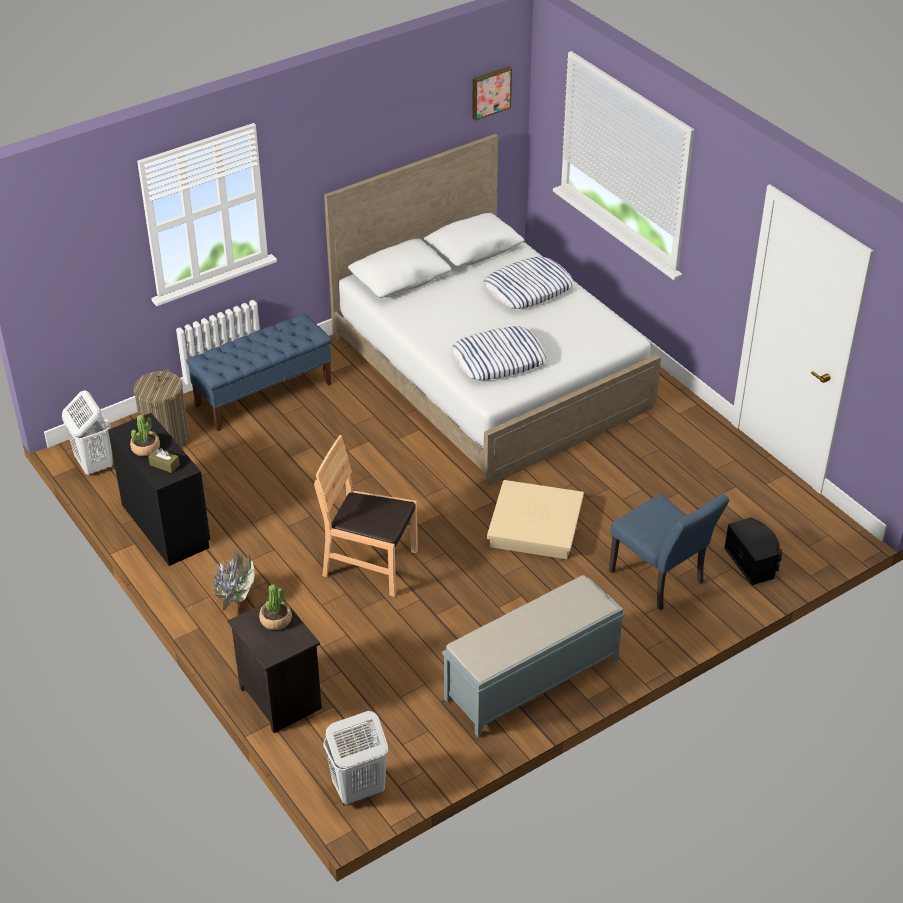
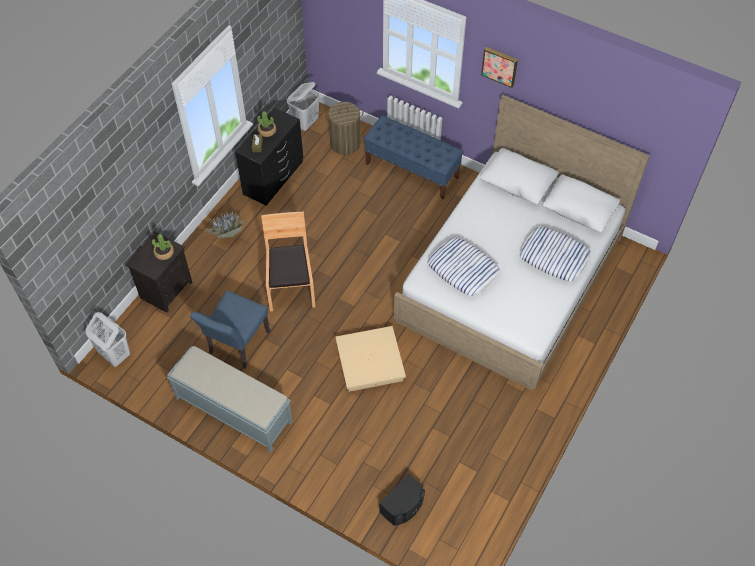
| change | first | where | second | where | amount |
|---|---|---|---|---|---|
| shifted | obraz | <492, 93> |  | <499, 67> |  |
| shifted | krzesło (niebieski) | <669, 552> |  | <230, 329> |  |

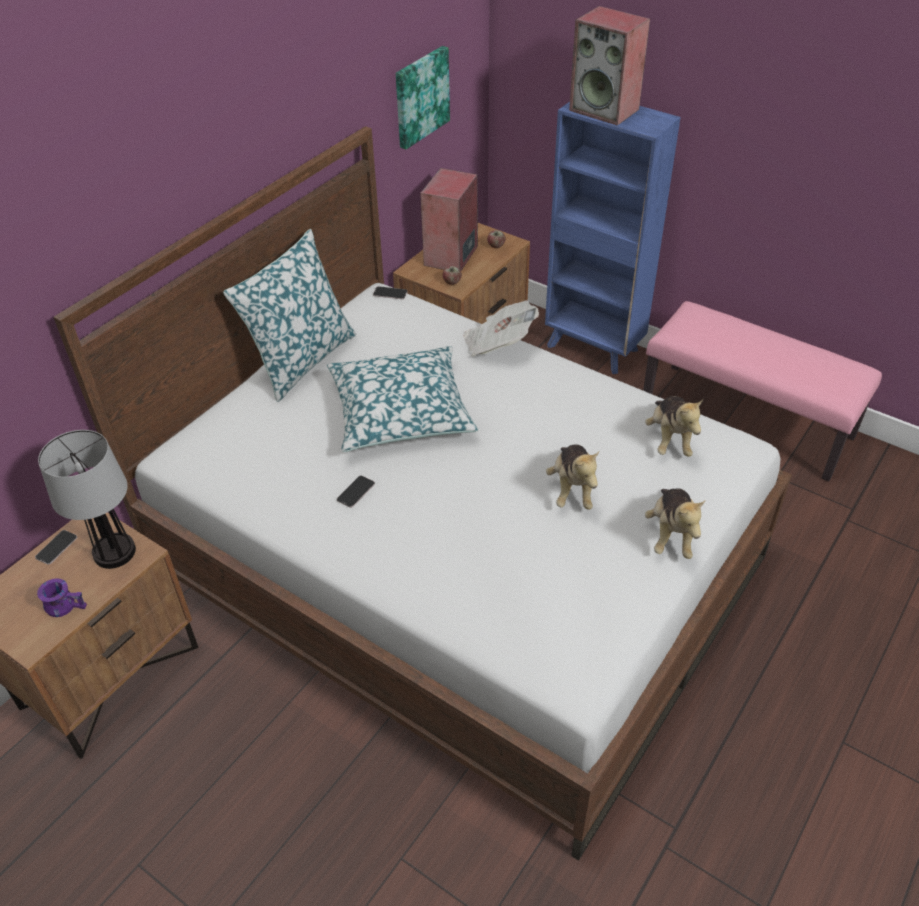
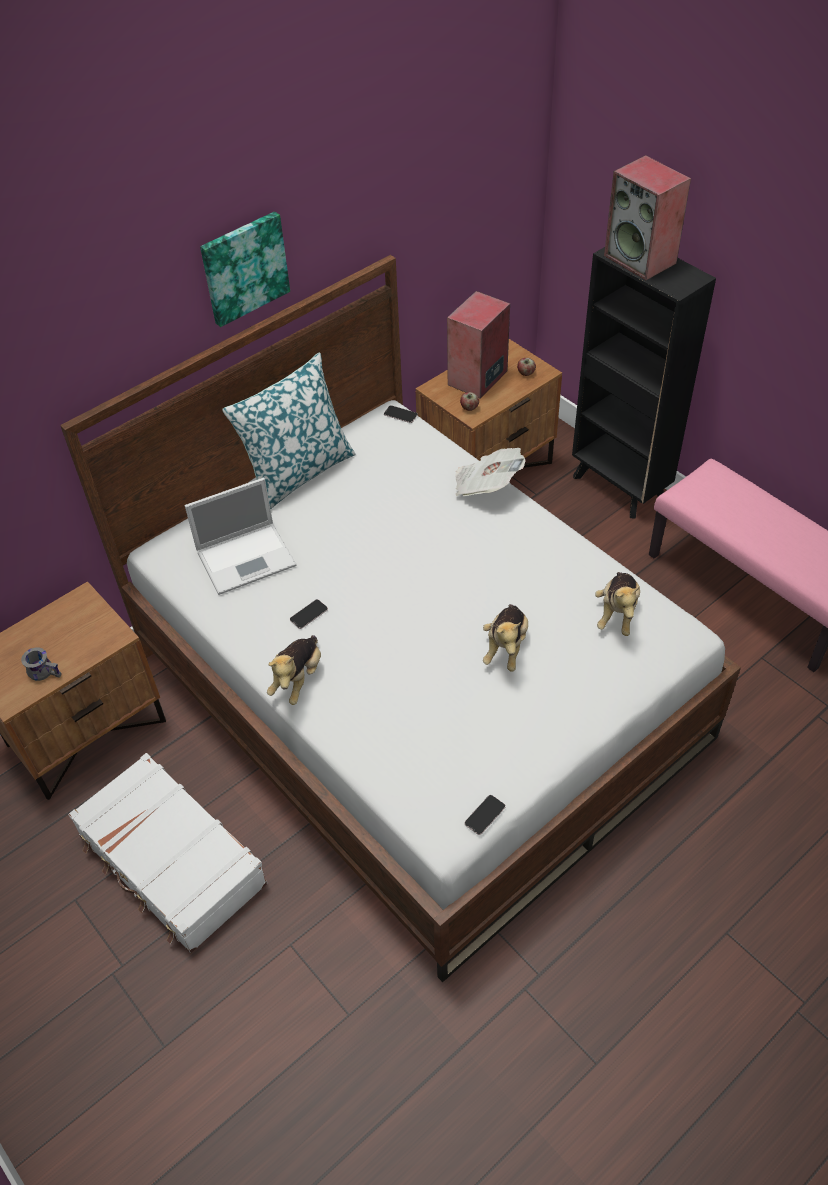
| change | first | where | second | where | amount |
|---|---|---|---|---|---|
| gone | lampa stołowa | <87, 499> |  |  |  |
| gone | poduszka | <402, 399> |  |  |  |
| new |  |  | walizka (biały) | <167, 853> |  |
| new |  |  | laptop | <240, 536> |  |
| shifted | telefon | <56, 547> |  | <485, 815> |  |
| shifted | obraz | <423, 97> |  | <245, 269> |  |
| shifted | pluszak | <675, 523> |  | <294, 670> |  |
| repainted | kubek (fioletowy) | <62, 597> | kubek (szary) | <41, 664> |  |
| repainted | regał (niebieski) | <613, 238> | regał (czarny) | <644, 382> |  |

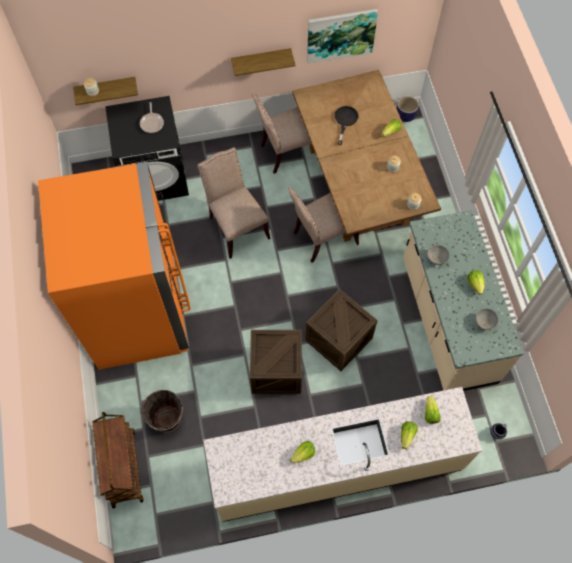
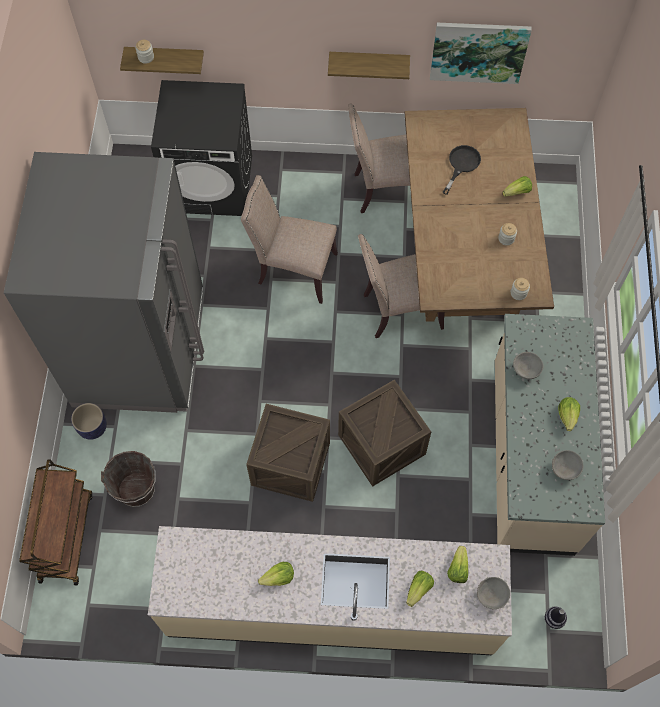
| change | first | where | second | where | amount |
|---|---|---|---|---|---|
| gone | patelnia | <152, 117> |  |  |  |
| new |  |  | miska (szary) | <493, 593> |  |
| shifted | donica | <408, 109> |  | <89, 421> |  |
| repainted | lodówka (pomarańczowy) | <114, 266> | lodówka (szary) | <104, 282> |  |
| rotated | krzesło (beżowy) | <234, 203> |  | <289, 239> | 60 degrees counterclockwise |

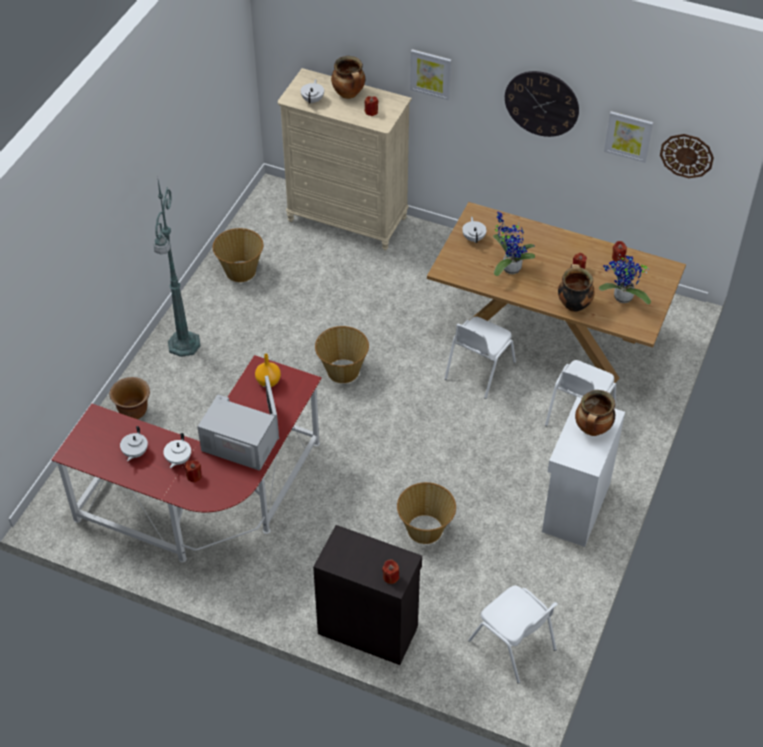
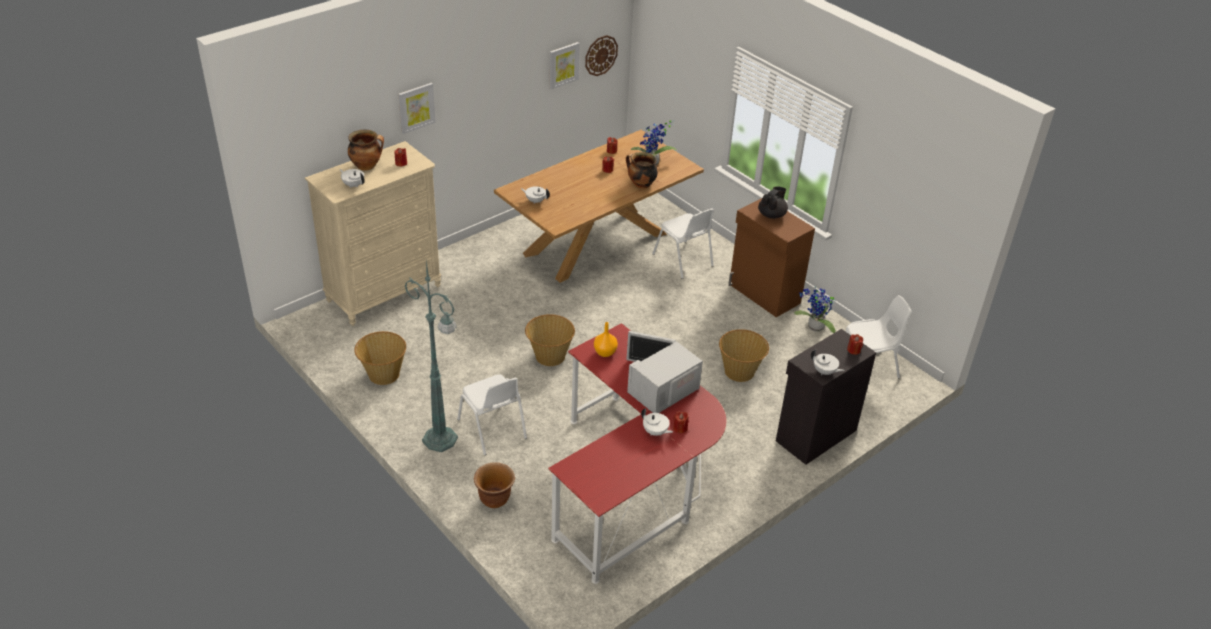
| change | first | where | second | where | amount |
|---|---|---|---|---|---|
| gone | zegar ścienny | <542, 104> |  |  |  |
| shifted | imbryk (biały) | <134, 443> |  | <827, 362> |  |
| shifted | krzesło (biały) | <480, 358> |  | <492, 414> |  |
| shifted | roślina doniczkowa | <514, 244> |  | <815, 310> |  |
| swapped | garnek | <595, 413> | imbryk (czarny) | <773, 203> |  |
| repainted | szafka (biały) | <583, 472> | szafka (brązowy) | <771, 257> |  |

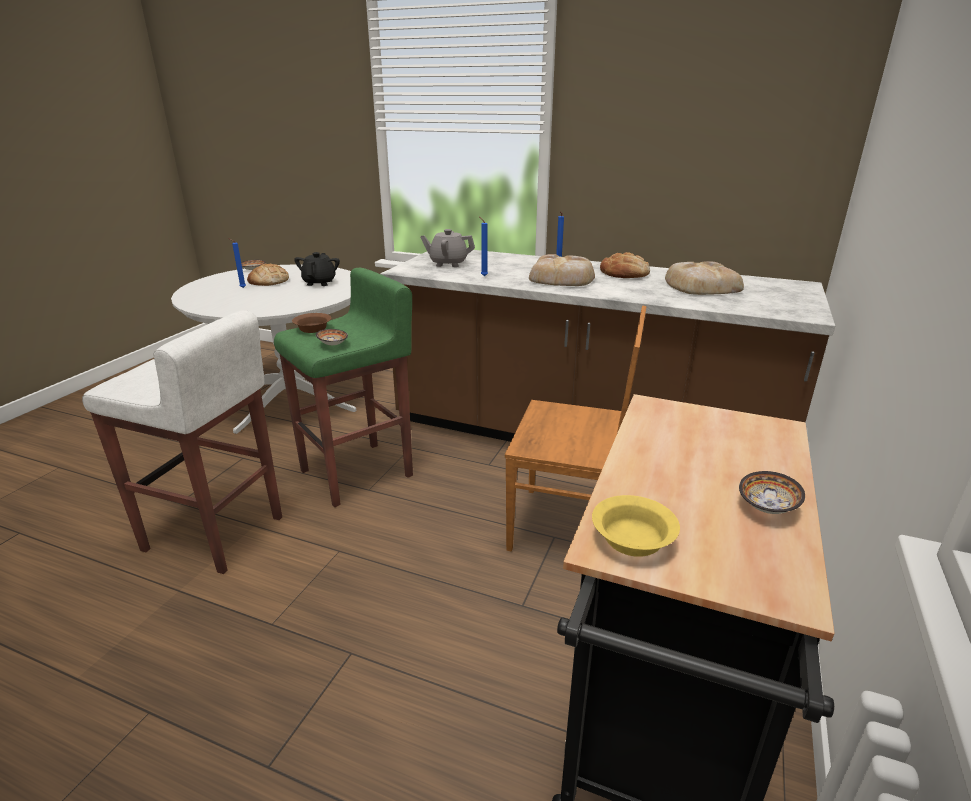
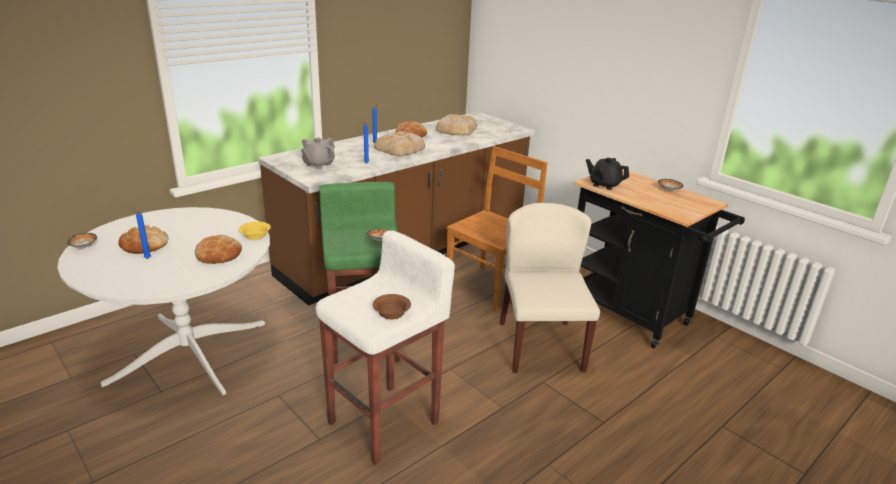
| change | first | where | second | where | amount |
|---|---|---|---|---|---|
| new |  |  | chleb | <218, 249> |  |
| new |  |  | krzesło (beżowy) | <550, 288> |  |
| shifted | miska (brązowy) | <311, 323> |  | <392, 306> |  |
| shifted | imbryk (czarny) | <317, 269> |  | <607, 174> |  |
| shifted | miska (żółty) | <636, 526> |  | <255, 230> |  |

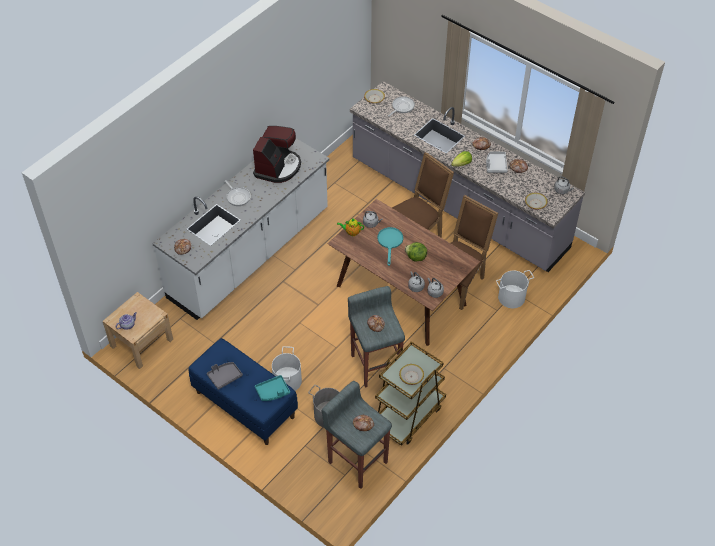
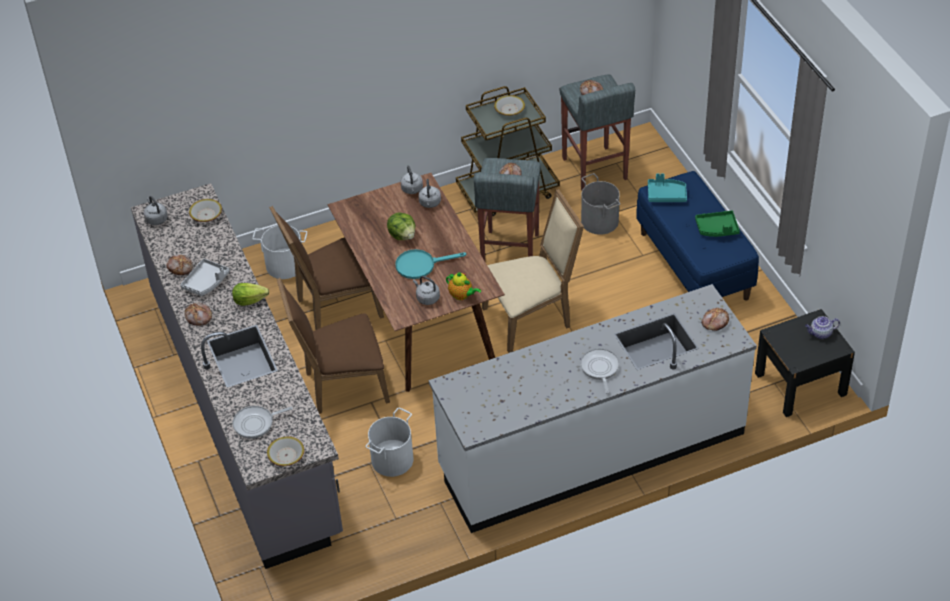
| change | first | where | second | where | amount |
|---|---|---|---|---|---|
| gone | ekspres do kawy | <277, 154> |  |  |  |
| new |  |  | krzesło (beżowy) | <533, 271> |  |
| shifted | wiadro (biały) | <287, 368> |  | <390, 442> |  |
| repainted | szafka nocna (beżowy) | <138, 330> | szafka nocna (czarny) | <805, 363> |  |
| repainted | taca (szary) | <225, 376> | taca (zielony) | <717, 224> |  |
| rotated | patelnia (turkusowy) | <390, 246> |  | <430, 264> | 45 degrees clockwise |

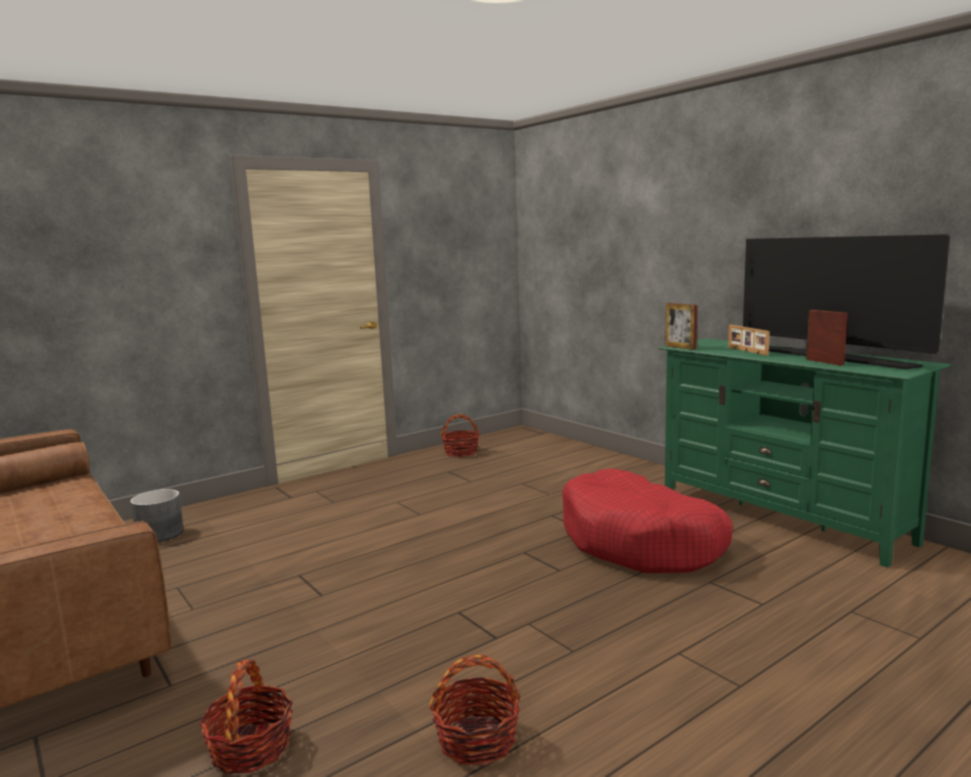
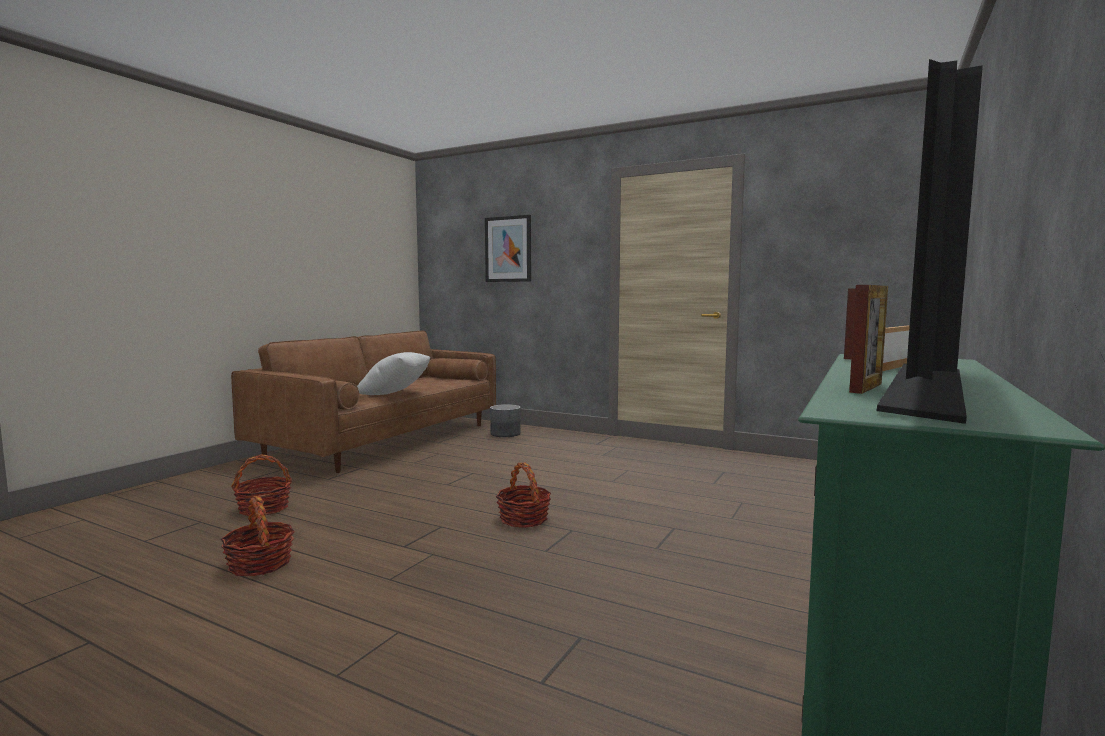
| change | first | where | second | where | amount |
|---|---|---|---|---|---|
| gone | legowisko (czerwony) | <647, 521> |  |  |  |
| new |  |  | poduszka (biały) | <393, 373> |  |
| new |  |  | obraz | <508, 248> |  |
| shifted | koszyk | <459, 435> |  | <523, 495> |  |

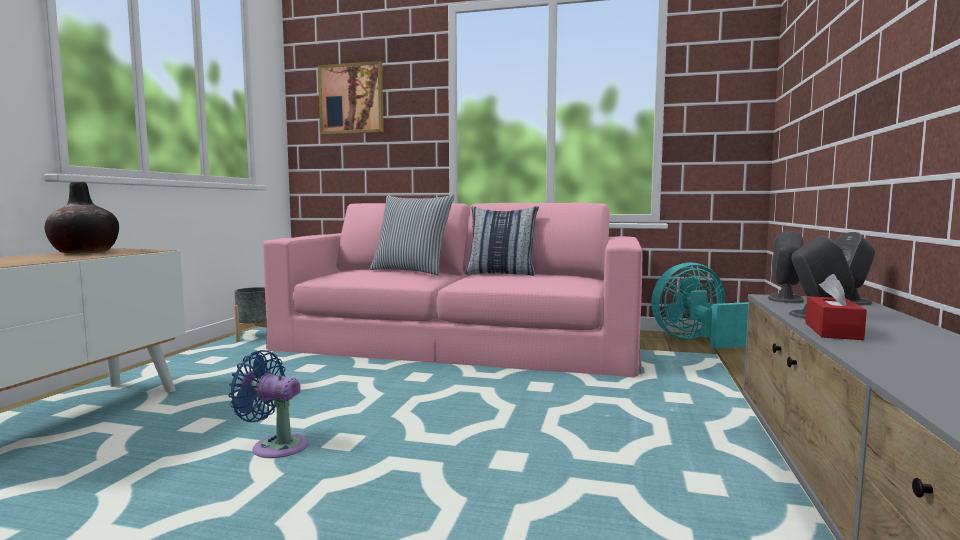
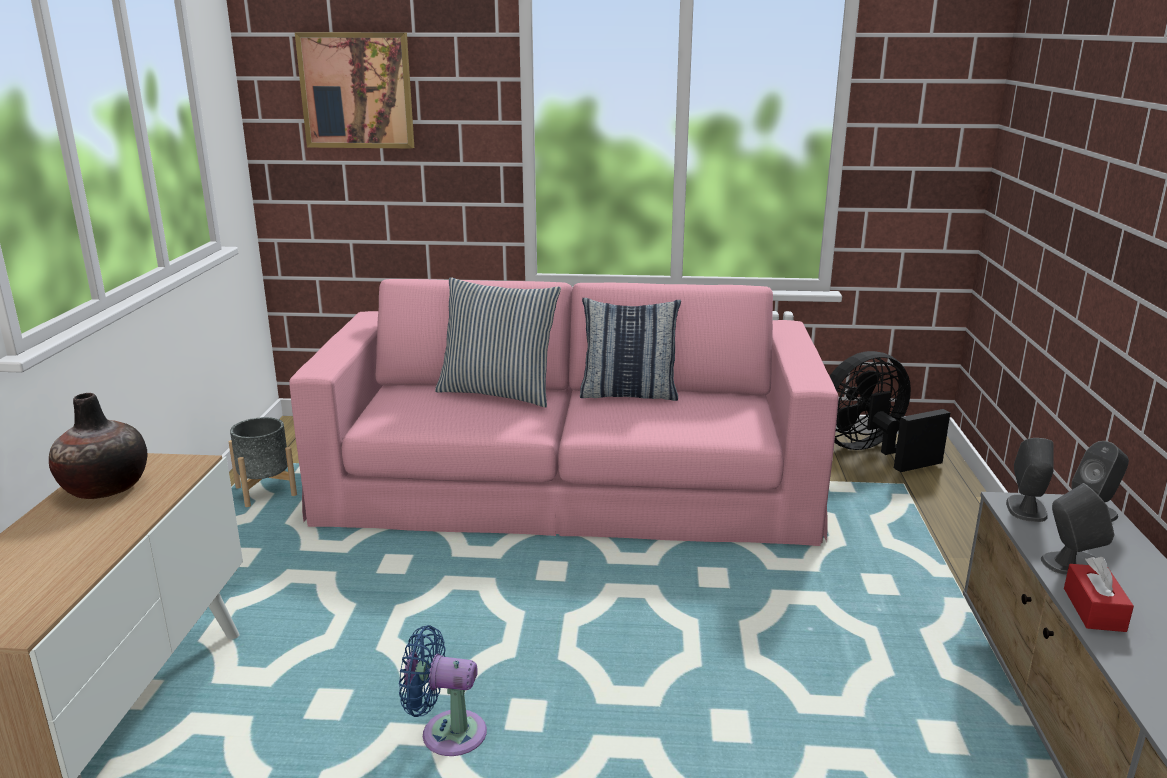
| change | first | where | second | where | amount |
|---|---|---|---|---|---|
| repainted | wentylator (turkusowy) | <699, 305> | wentylator (czarny) | <890, 411> |  |

